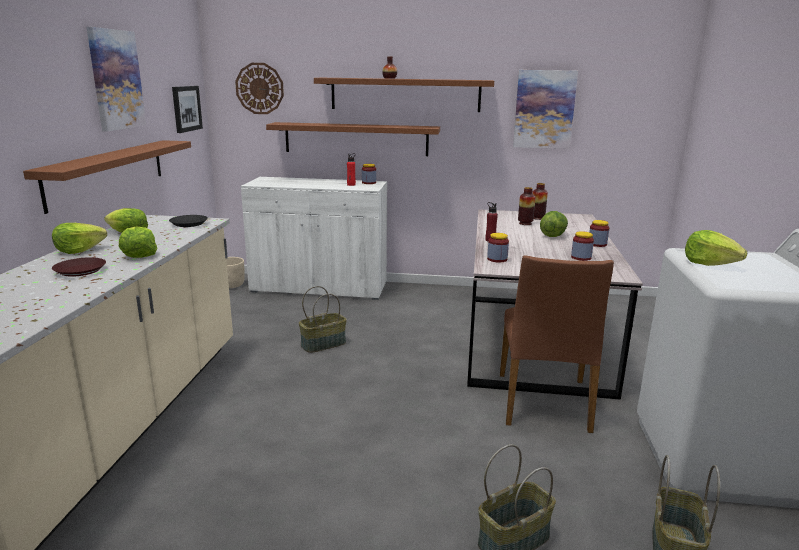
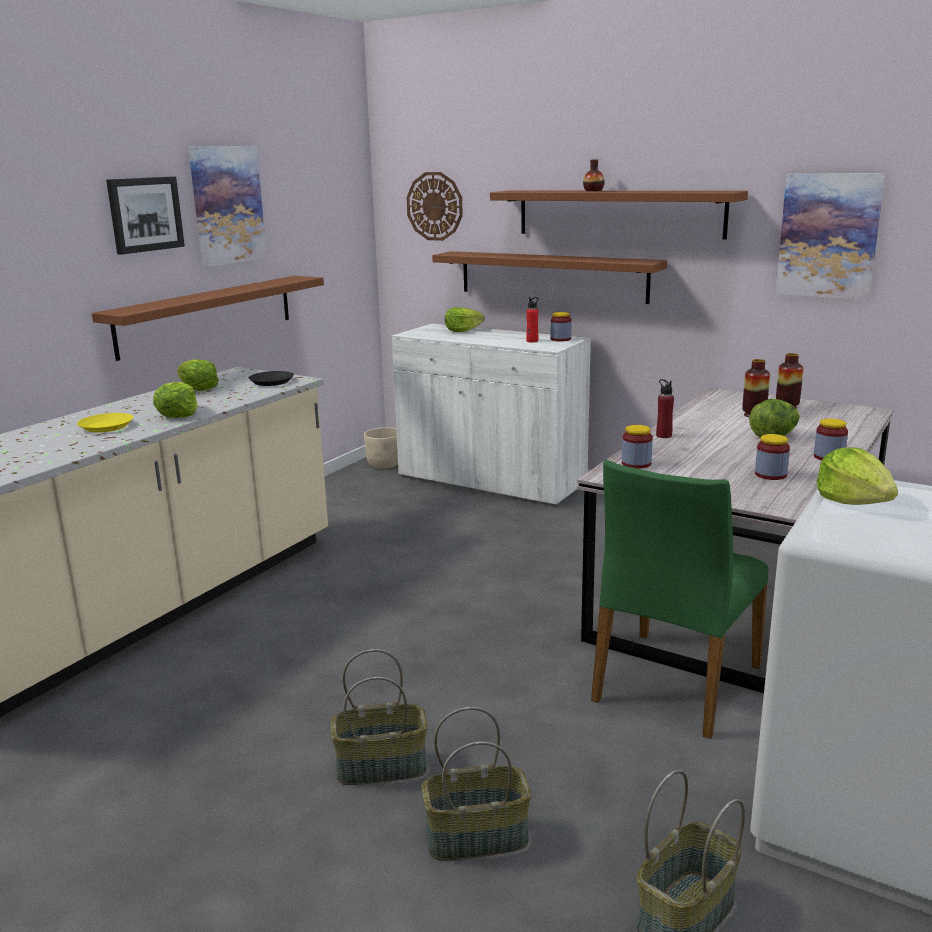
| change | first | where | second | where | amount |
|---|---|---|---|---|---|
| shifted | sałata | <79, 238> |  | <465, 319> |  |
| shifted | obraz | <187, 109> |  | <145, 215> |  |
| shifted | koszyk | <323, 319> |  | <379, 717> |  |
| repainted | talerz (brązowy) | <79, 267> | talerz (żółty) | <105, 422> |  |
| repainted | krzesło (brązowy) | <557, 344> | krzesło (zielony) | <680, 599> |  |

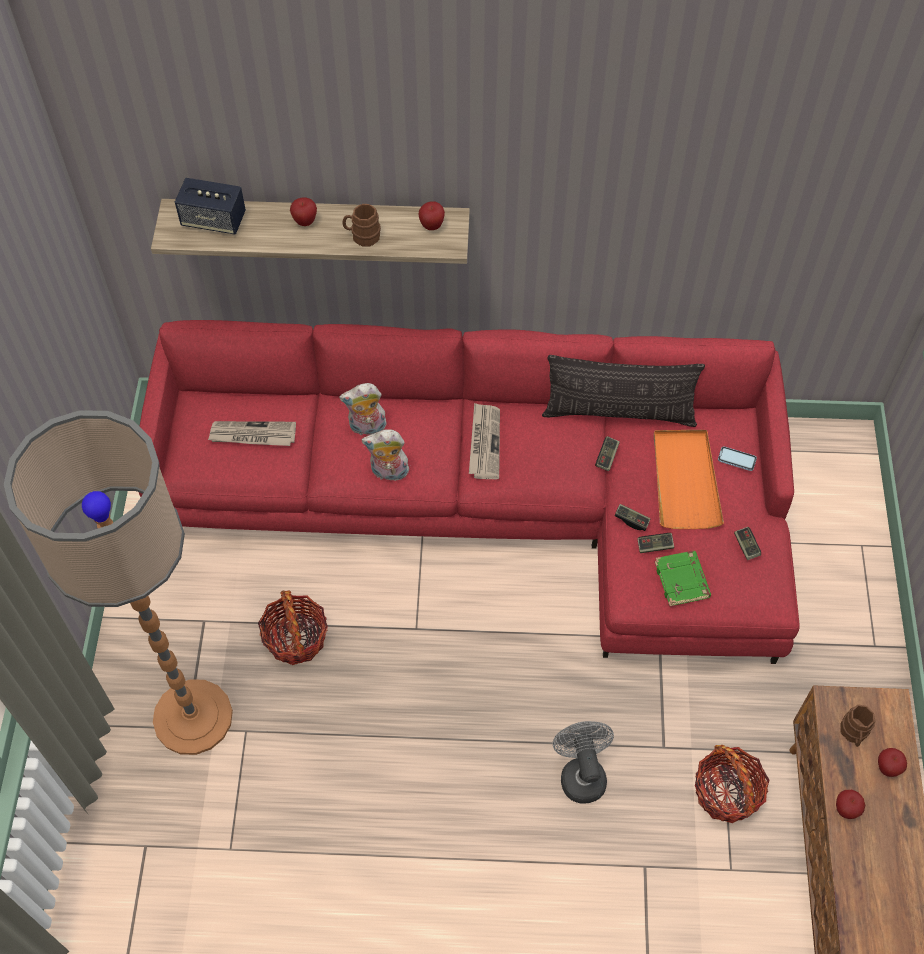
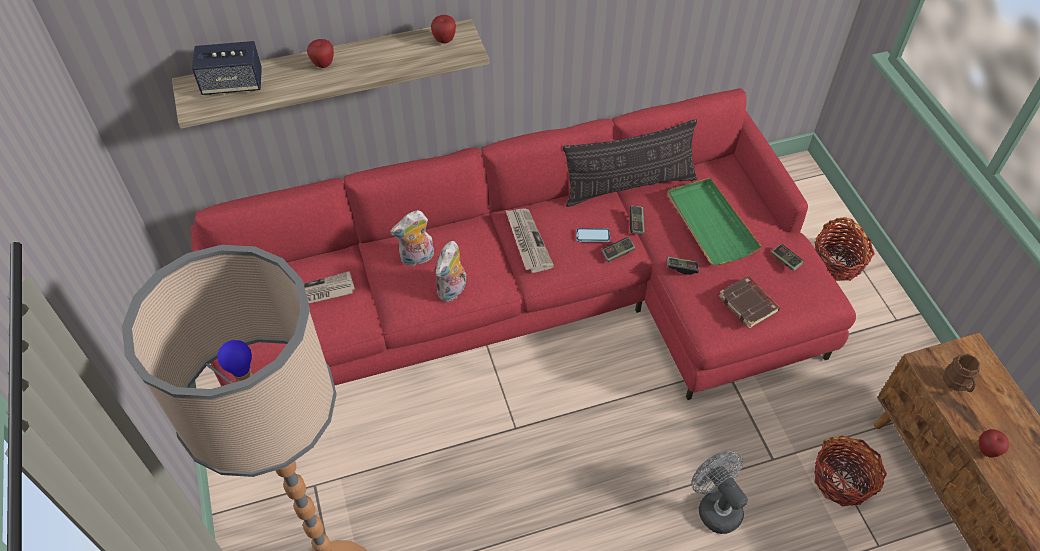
| change | first | where | second | where | amount |
|---|---|---|---|---|---|
| gone | kubek (brązowy) | <362, 225> |  |  |  |
| gone | jabłko | <892, 762> |  |  |  |
| shifted | koszyk | <293, 627> |  | <845, 249> |  |
| shifted | pad do gier | <655, 543> |  | <619, 249> |  |
| shifted | telefon | <737, 458> |  | <593, 235> |  |
| repainted | taca (pomarańczowy) | <689, 479> | taca (zielony) | <714, 221> |  |
| repainted | książka (zielony) | <683, 578> | książka (brązowy) | <749, 302> |  |
| rotated | pluszak | <387, 456> |  | <451, 271> | 45 degrees counterclockwise |

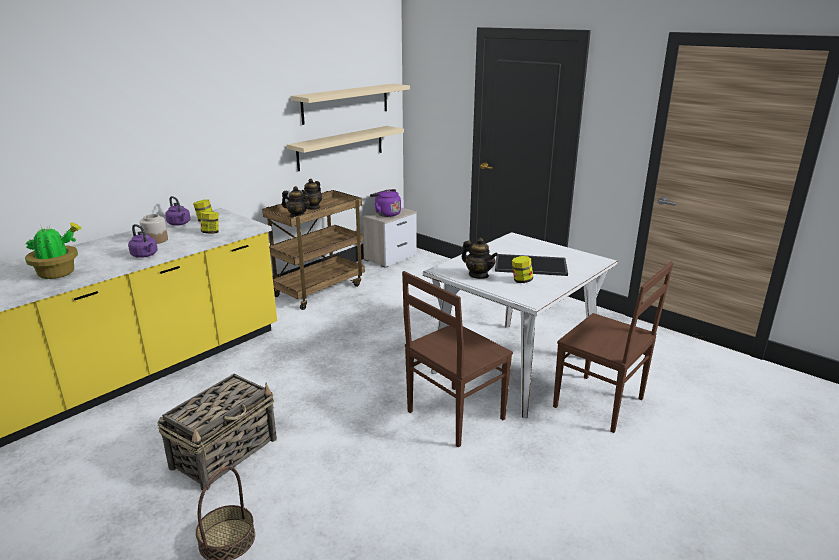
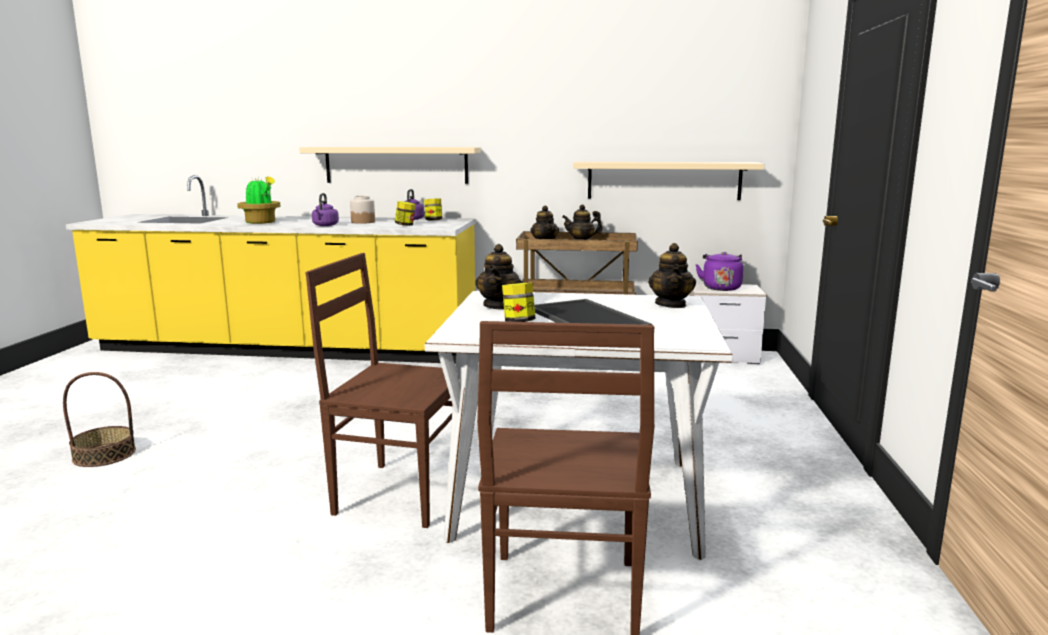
| change | first | where | second | where | amount |
|---|---|---|---|---|---|
| gone | koszyk | <217, 432> |  |  |  |
| new |  |  | imbryk | <672, 275> |  |
| shifted | półka (beżowy) | <350, 104> |  | <390, 165> |  |

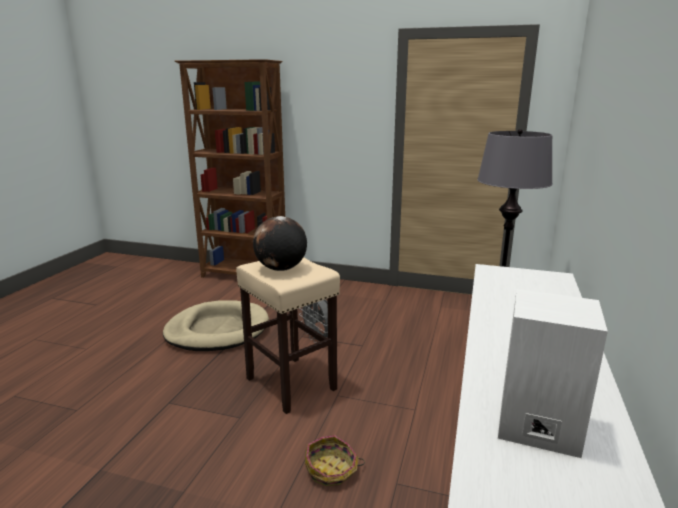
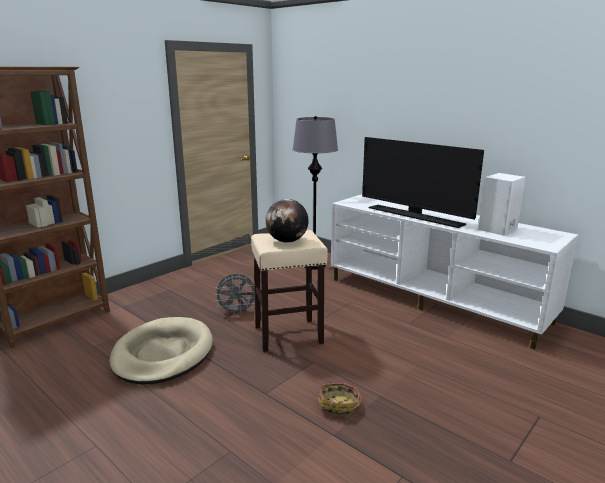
| change | first | where | second | where | amount |
|---|---|---|---|---|---|
| new |  |  | telewizor | <423, 182> |  |
| shifted | koszyk | <335, 461> |  | <340, 400> |  |

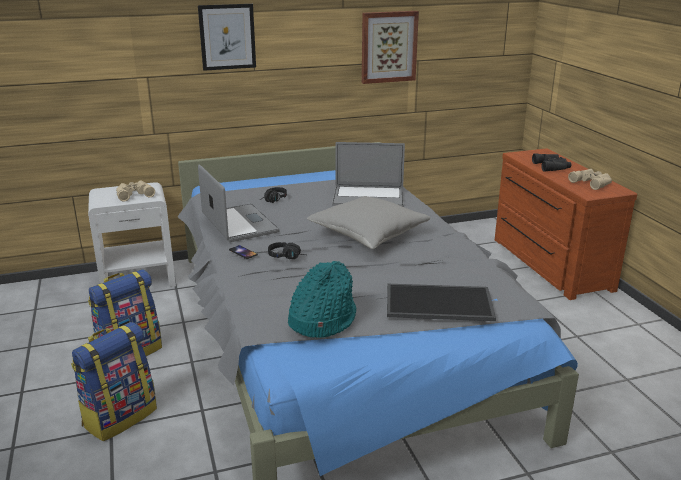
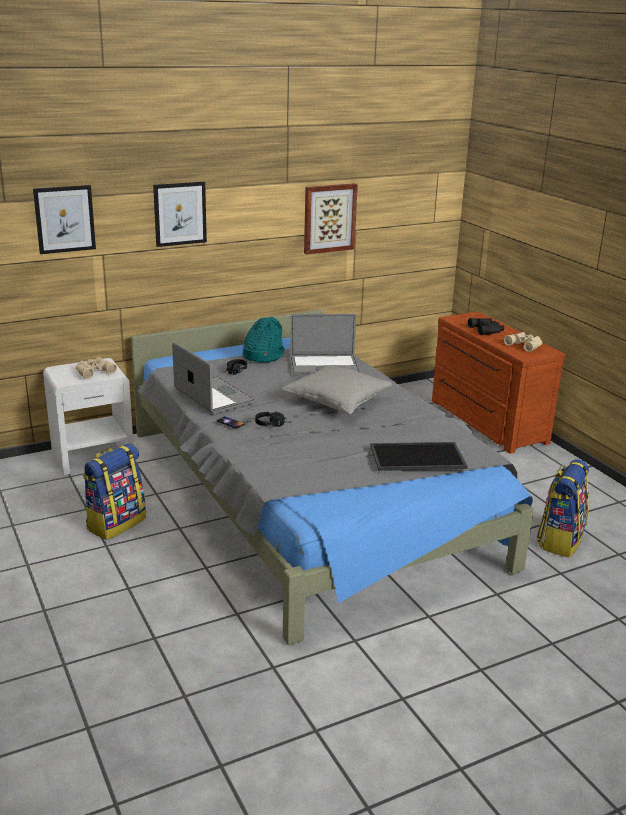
| change | first | where | second | where | amount |
|---|---|---|---|---|---|
| new |  |  | obraz | <64, 219> |  |
| shifted | plecak | <114, 381> |  | <563, 508> |  |
| shifted | kapelusz (turkusowy) | <322, 299> |  | <263, 339> |  |

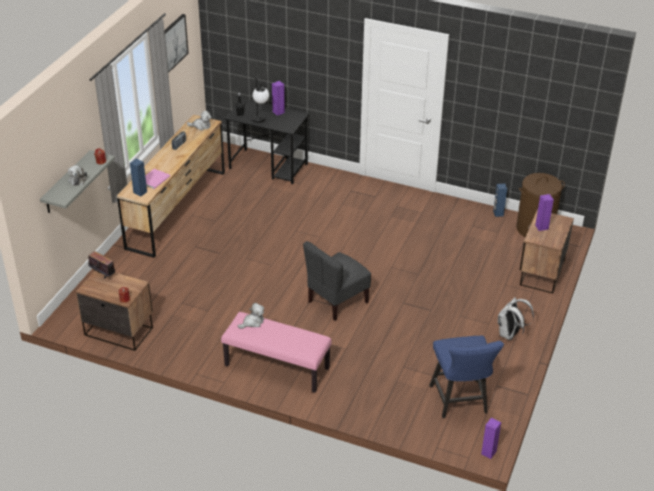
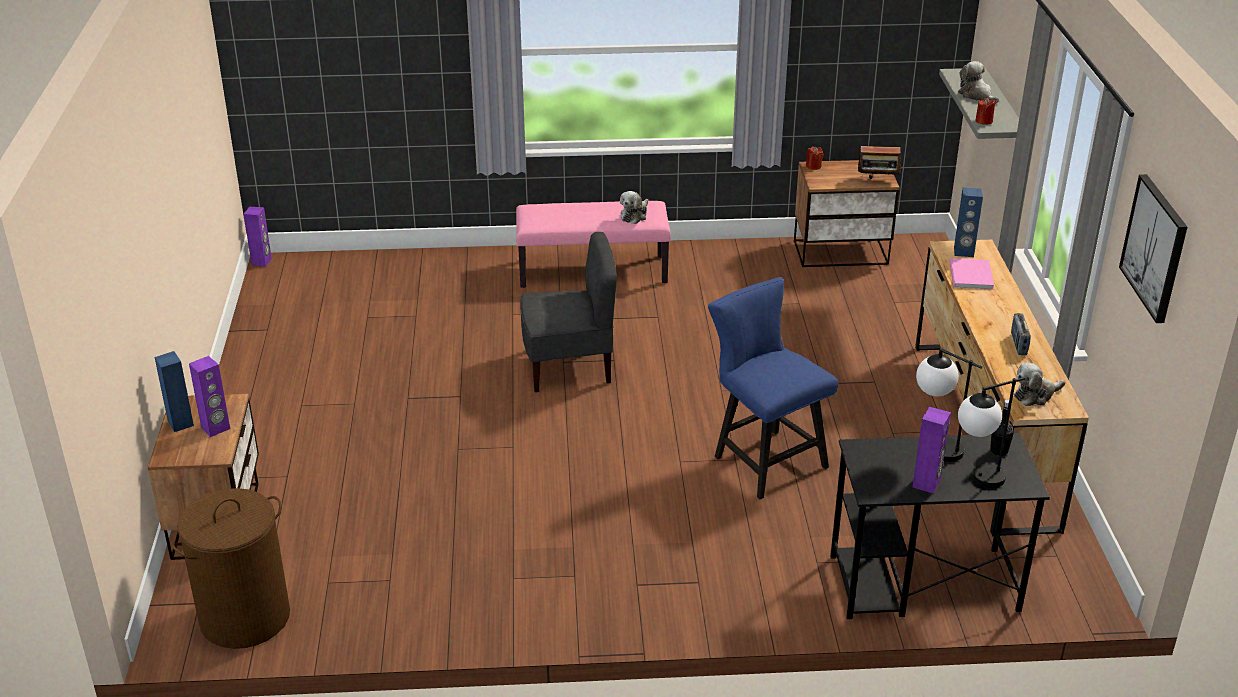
| change | first | where | second | where | amount |
|---|---|---|---|---|---|
| gone | plecak (biały) | <516, 318> |  |  |  |
| new |  |  | lampa stołowa | <991, 432> |  |
| shifted | krzesło (niebieski) | <466, 377> |  | <773, 388> |  |
| shifted | głośnik (niebieski) | <500, 200> |  | <174, 391> |  |
| rotated | krzesło (szary) | <337, 281> |  | <568, 312> | 60 degrees clockwise |

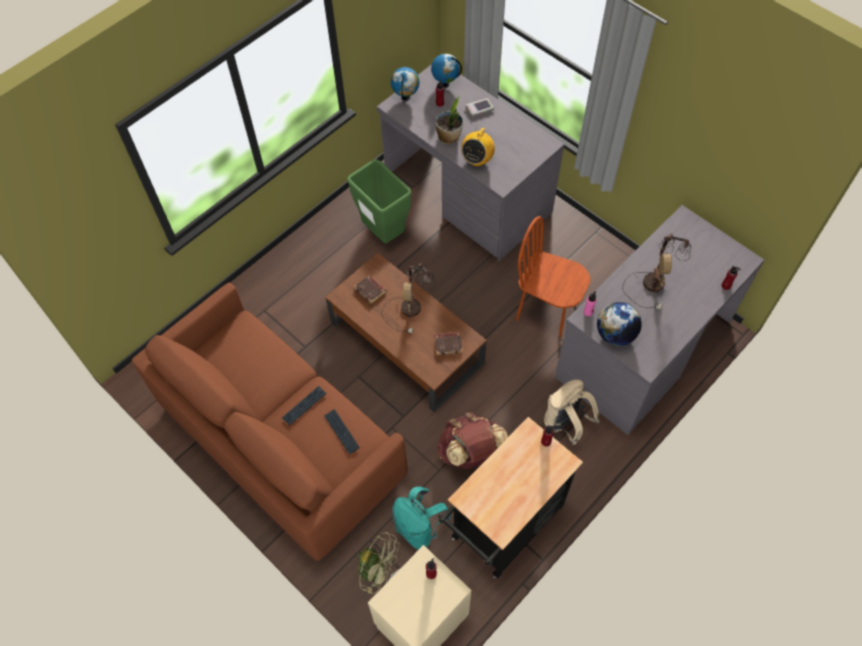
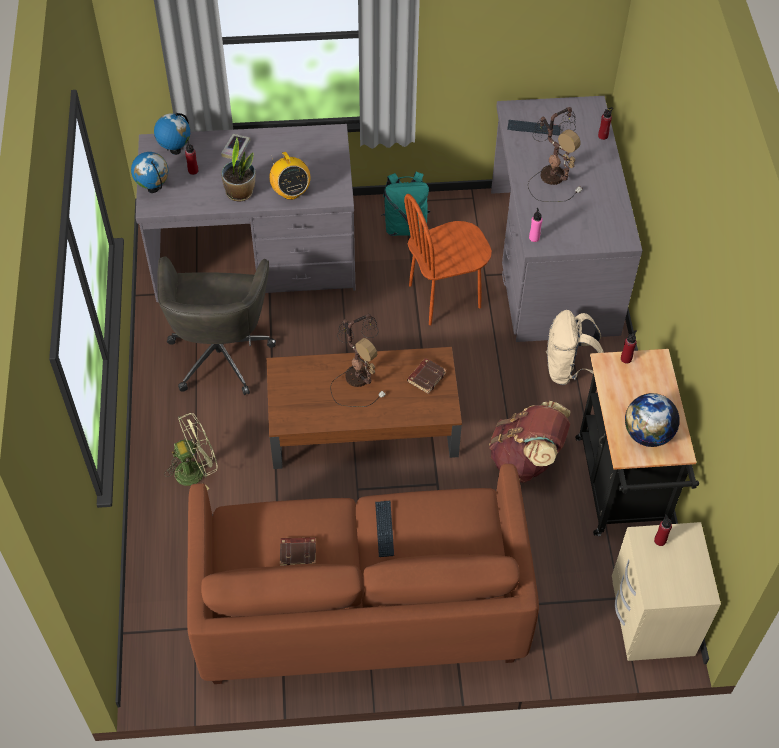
| change | first | where | second | where | amount |
|---|---|---|---|---|---|
| shifted | klawiatura | <342, 431> |  | <534, 128> |  |
| shifted | książka (brązowy) | <370, 289> |  | <298, 551> |  |
| shifted | wentylator (zielony) | <378, 563> |  | <191, 451> |  |
| shifted | plecak (turkusowy) | <421, 518> |  | <405, 204> |  |
| shifted | globus | <619, 324> |  | <652, 420> |  |
| swapped | kosz na śmieci (zielony) | <379, 201> | krzesło biurowe (szary) | <216, 325> |  |

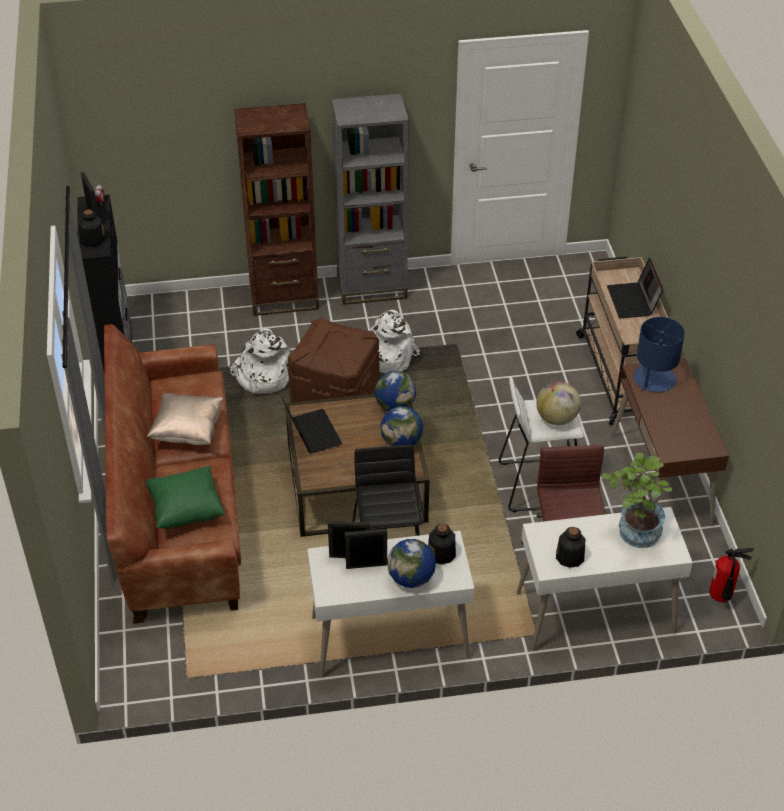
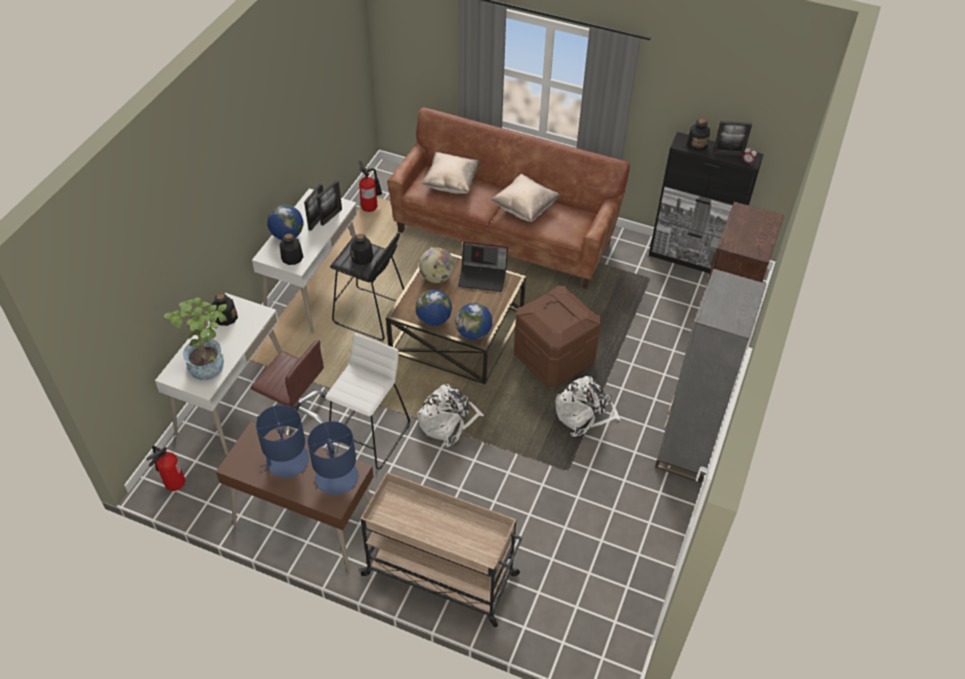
| change | first | where | second | where | amount |
|---|---|---|---|---|---|
| gone | laptop | <635, 288> |  |  |  |
| new |  |  | lampa stołowa (niebieski) | <282, 441> |  |
| new |  |  | butelka | <362, 249> |  |
| new |  |  | gaśnica | <370, 186> |  |
| shifted | plecak (biały) | <259, 361> |  | <450, 415> |  |
| shifted | globus | <558, 403> |  | <437, 265> |  |
| repainted | poduszka (zielony) | <185, 497> | poduszka (beżowy) | <451, 173> |  |

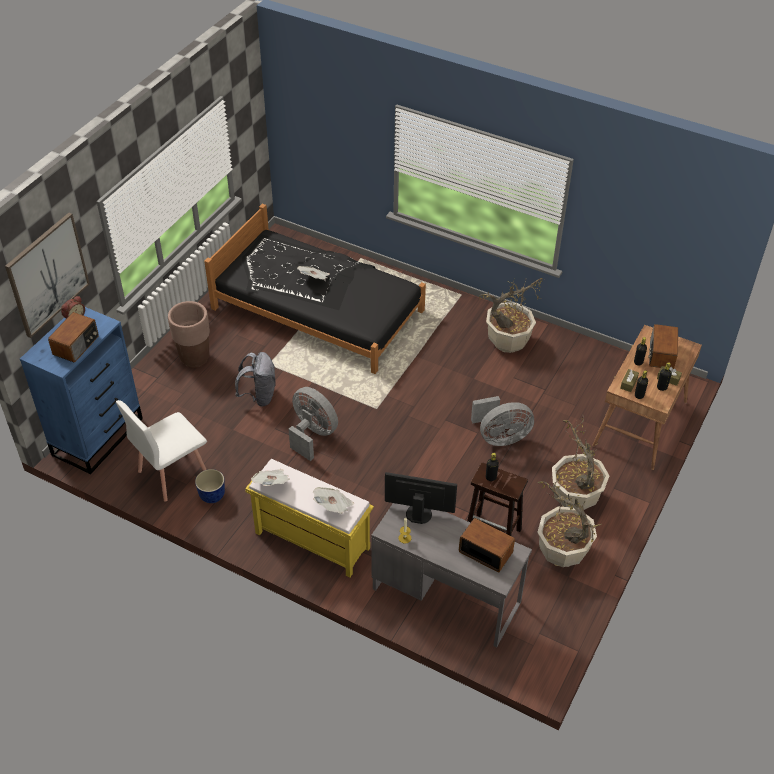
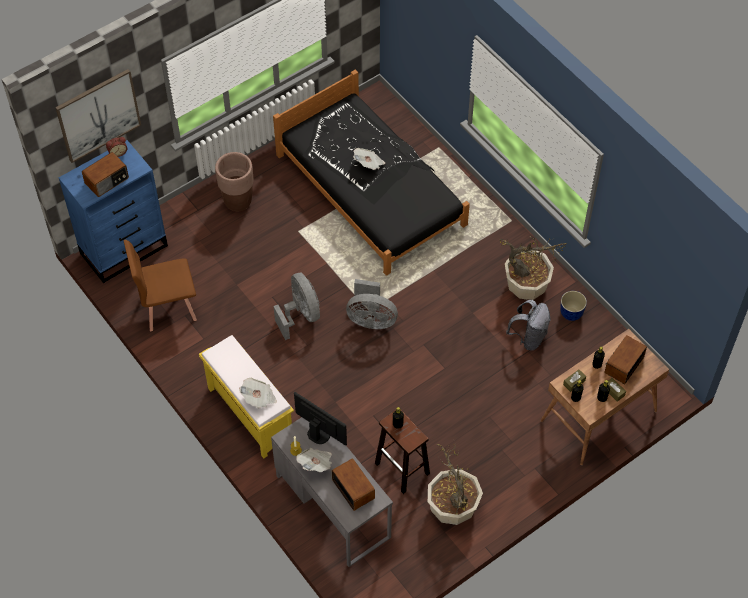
| change | first | where | second | where | amount |
|---|---|---|---|---|---|
| gone | roślina doniczkowa | <580, 461> |  |  |  |
| shifted | donica | <210, 486> |  | <573, 306> |  |
| shifted | plecak (szary) | <255, 379> |  | <528, 325> |  |
| shifted | gazeta | <270, 477> |  | <314, 460> |  |
| shifted | wentylator (szary) | <502, 421> |  | <372, 304> |  |
| repainted | krzesło (biały) | <161, 450> | krzesło (brązowy) | <160, 285> |  |

